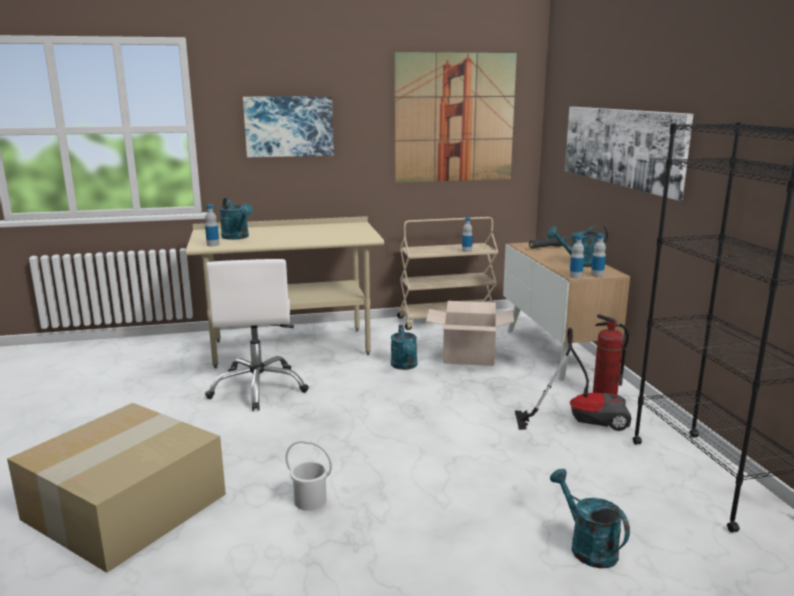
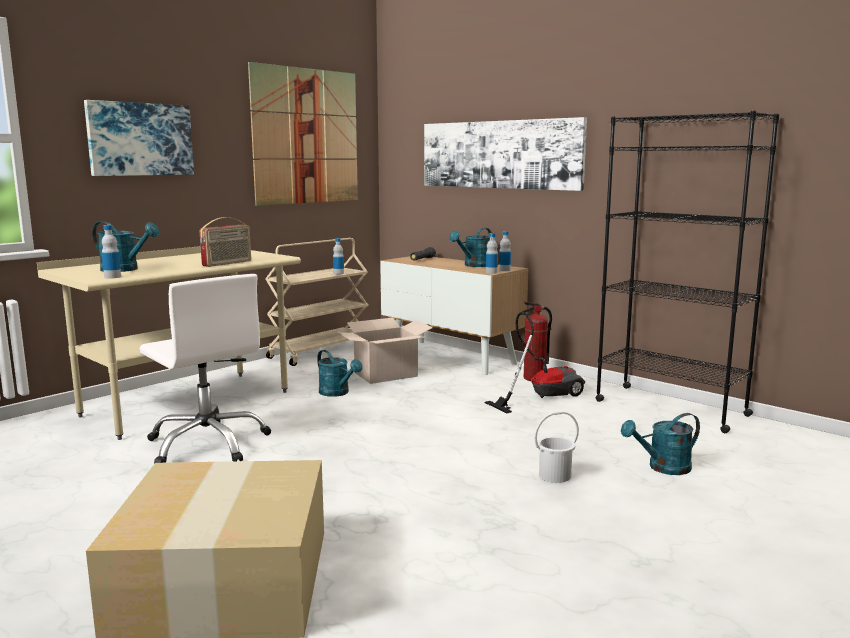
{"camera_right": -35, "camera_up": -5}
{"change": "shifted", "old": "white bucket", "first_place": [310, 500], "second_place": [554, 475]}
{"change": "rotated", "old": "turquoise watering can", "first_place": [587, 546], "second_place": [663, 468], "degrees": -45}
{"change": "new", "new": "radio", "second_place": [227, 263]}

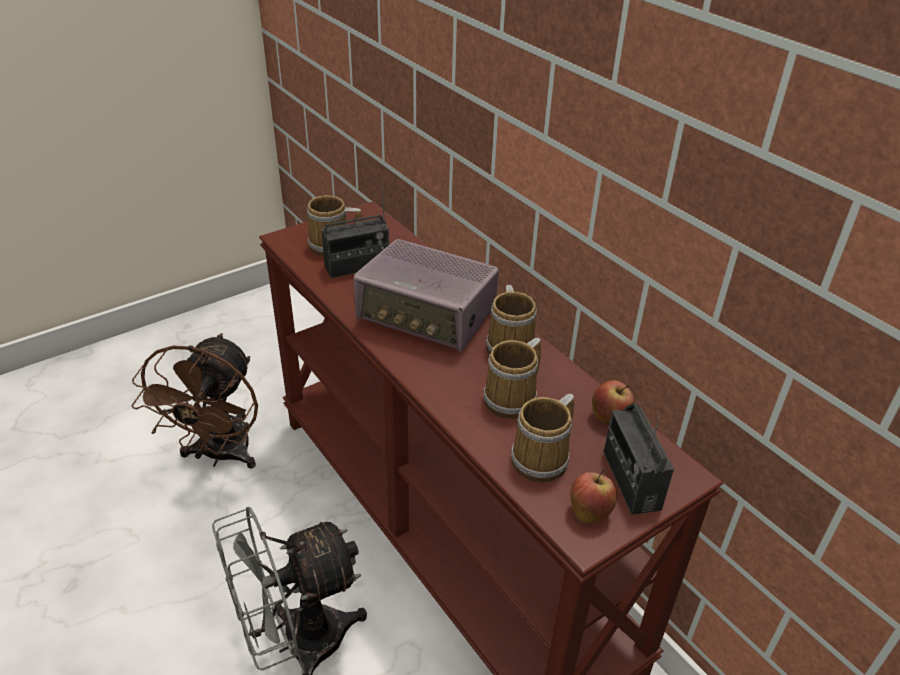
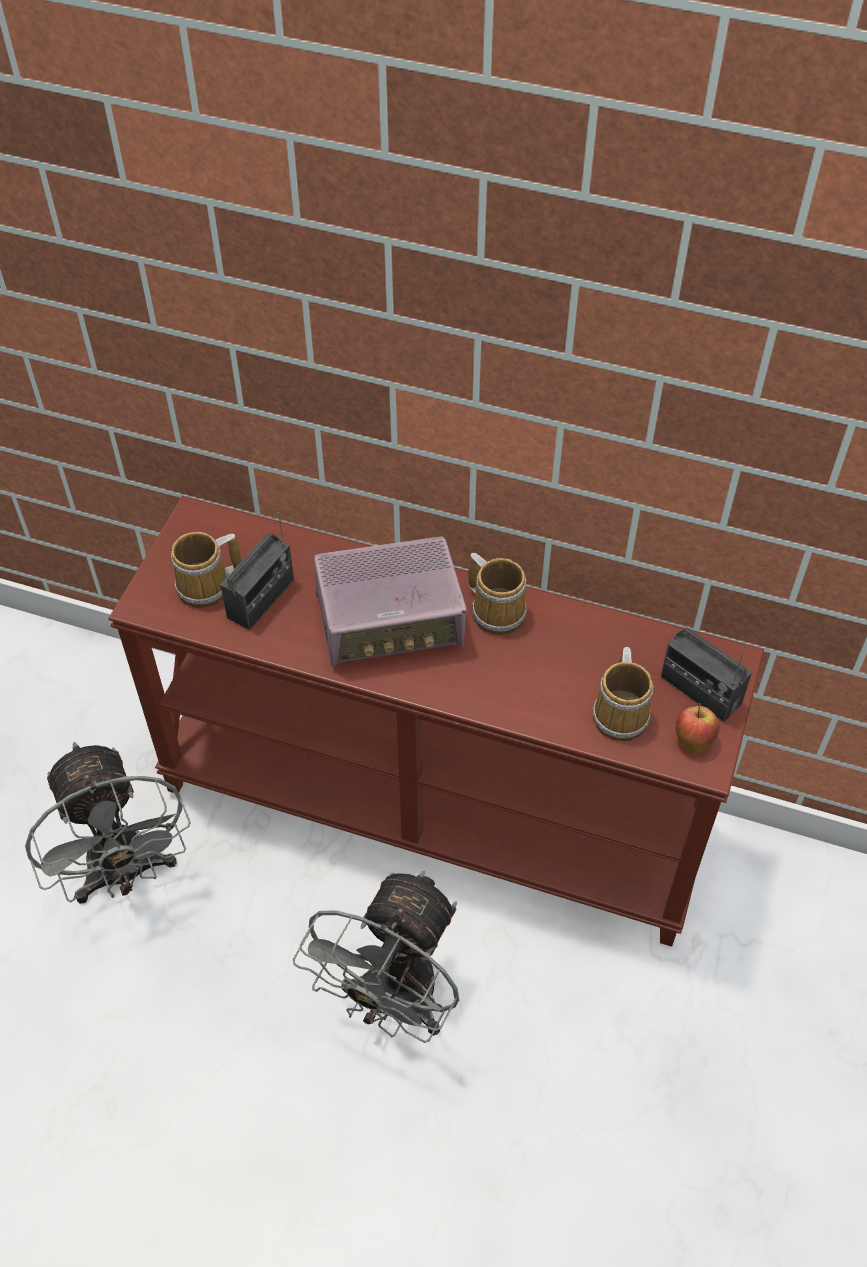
{"camera_right": -35, "camera_up": 15}
{"change": "repainted", "old": "brown fan", "new": "grey fan", "first_place": [220, 456], "second_place": [125, 875]}
{"change": "gone", "old": "mug", "first_place": [513, 399]}
{"change": "gone", "old": "apple", "first_place": [609, 417]}

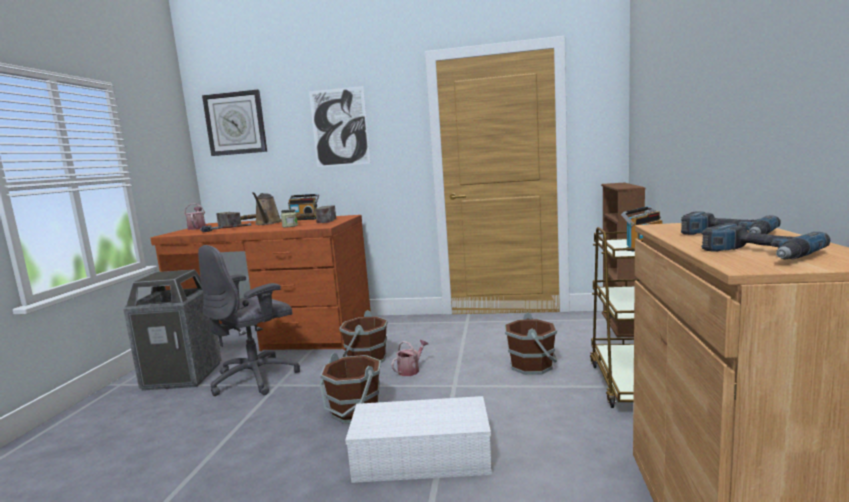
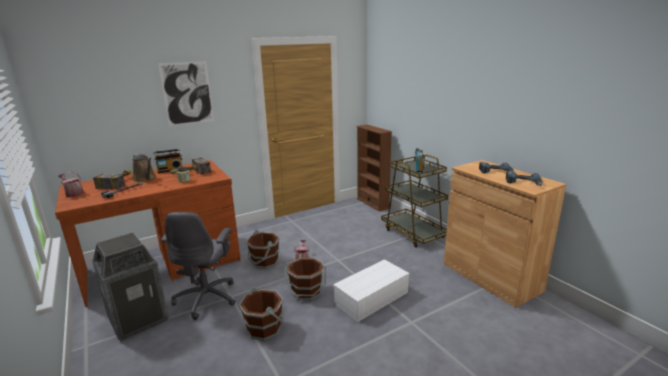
{"camera_right": -40, "camera_up": 10}
{"change": "gone", "old": "wall clock", "first_place": [235, 123]}
{"change": "shifted", "old": "brown bucket", "first_place": [532, 365], "second_place": [264, 328]}

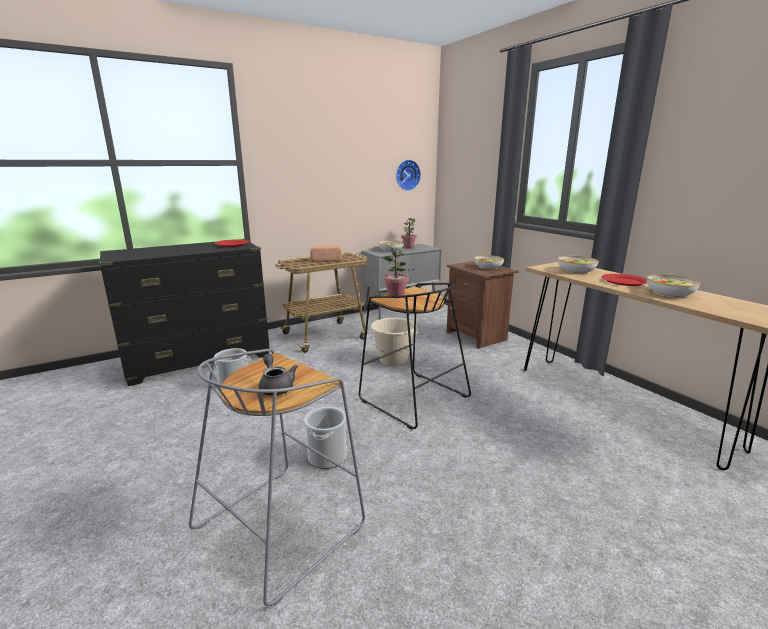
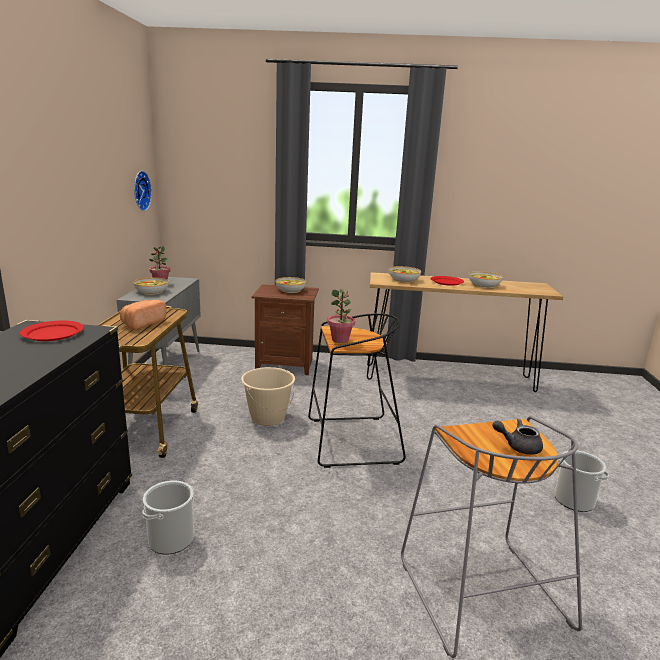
{"camera_right": -55, "camera_up": 0}
{"change": "shifted", "old": "bucket", "first_place": [327, 457], "second_place": [574, 500]}

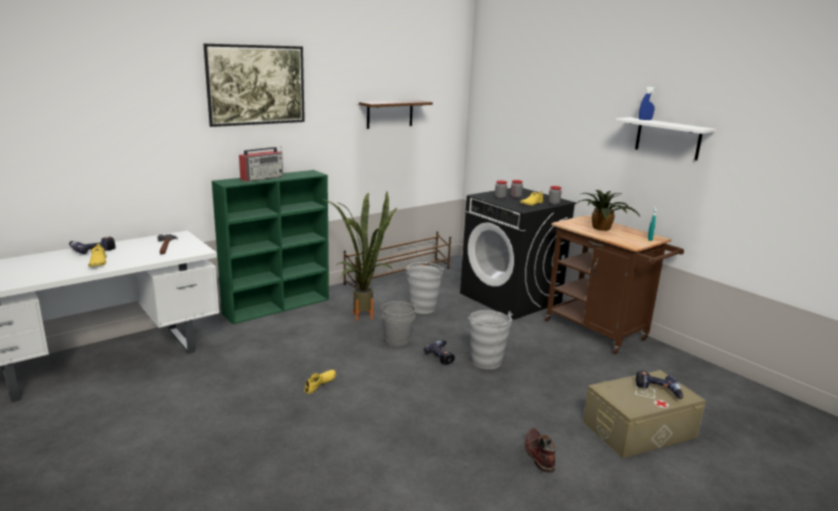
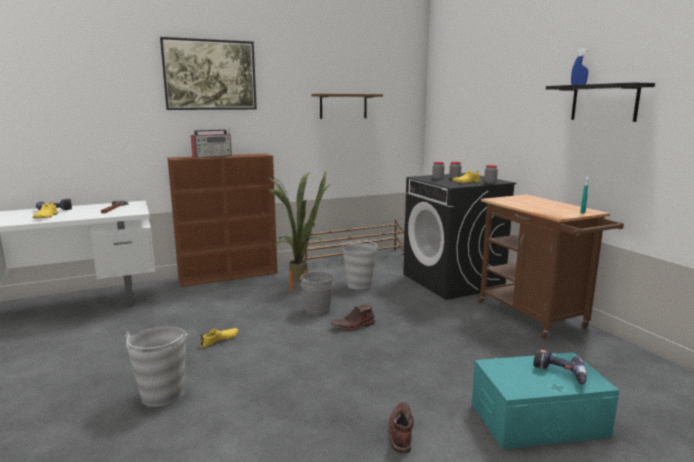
{"camera_right": 15, "camera_up": -5}
{"change": "repainted", "old": "green bookcase", "new": "brown bookcase", "first_place": [278, 306], "second_place": [229, 275]}
{"change": "swapped", "old": "power drill", "new": "brown boot", "first_place": [442, 356], "second_place": [353, 326]}
{"change": "shifted", "old": "grey bucket", "first_place": [486, 361], "second_place": [162, 395]}
{"change": "gone", "old": "potted plant", "first_place": [603, 228]}
{"change": "repainted", "old": "beige storage box", "new": "turquoise storage box", "first_place": [639, 429], "second_place": [537, 419]}
{"change": "repainted", "old": "white shelf", "new": "black shelf", "first_place": [668, 138], "second_place": [604, 102]}

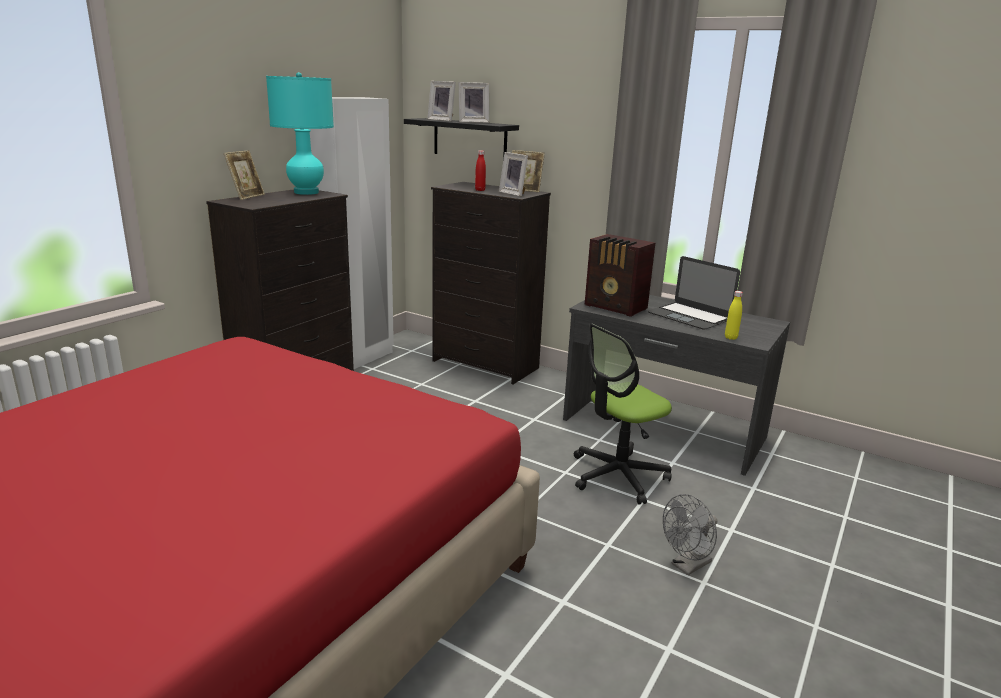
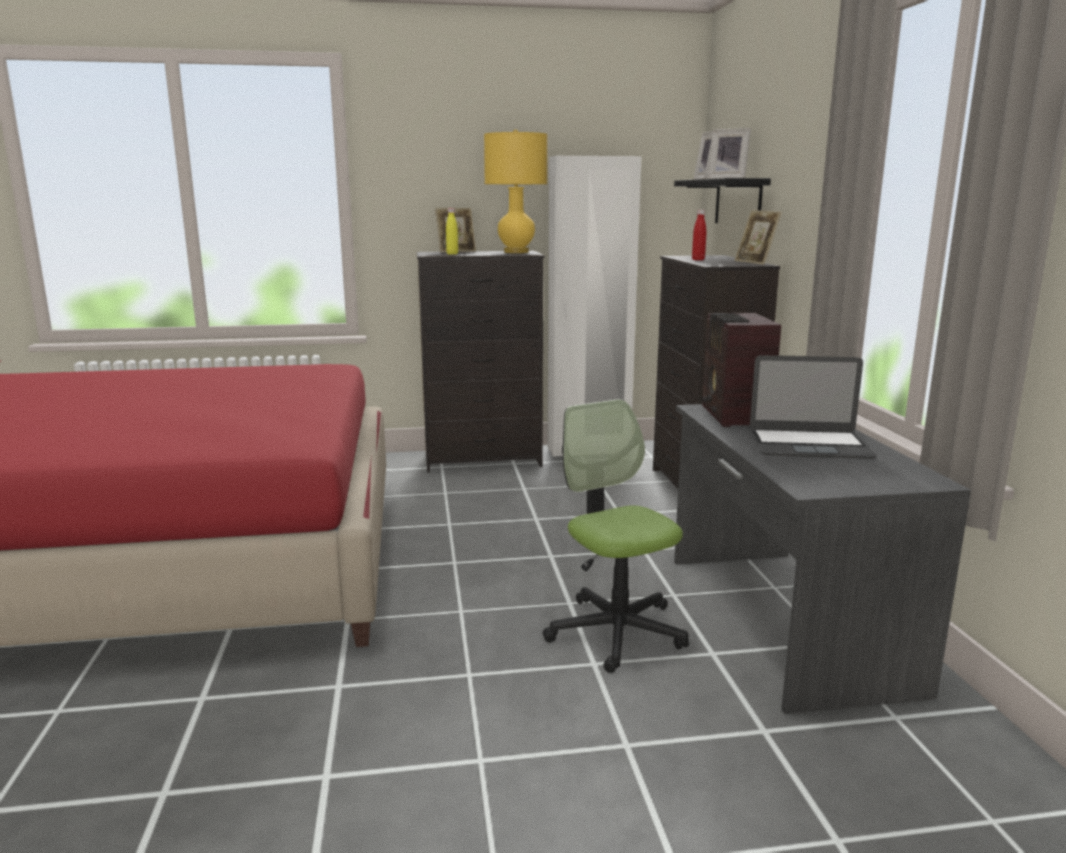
{"camera_right": 50, "camera_up": -5}
{"change": "repainted", "old": "turquoise table lamp", "new": "yellow table lamp", "first_place": [306, 192], "second_place": [516, 252]}
{"change": "gone", "old": "picture frame", "first_place": [514, 193]}
{"change": "rotated", "old": "office chair", "first_place": [617, 475], "second_place": [616, 631], "degrees": 45}
{"change": "rotated", "old": "laptop", "first_place": [689, 316], "second_place": [809, 444], "degrees": -90}
{"change": "gone", "old": "grey fan", "first_place": [687, 566]}
{"change": "shifted", "old": "yellow bottle", "first_place": [730, 338], "second_place": [452, 254]}

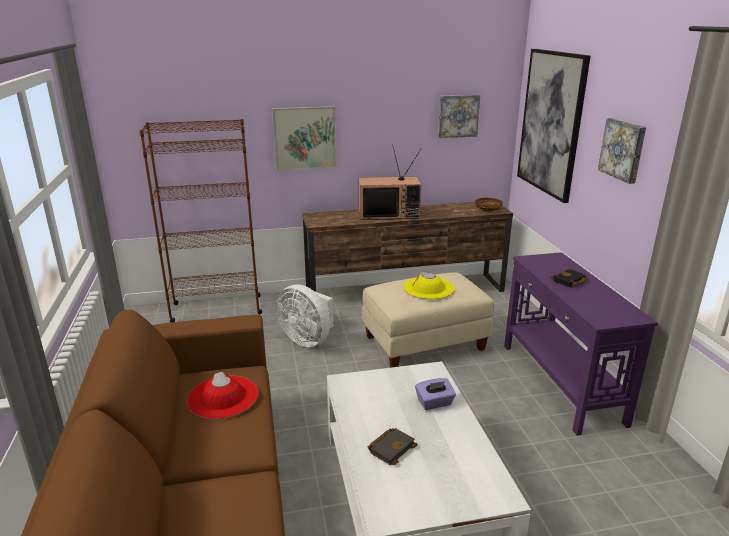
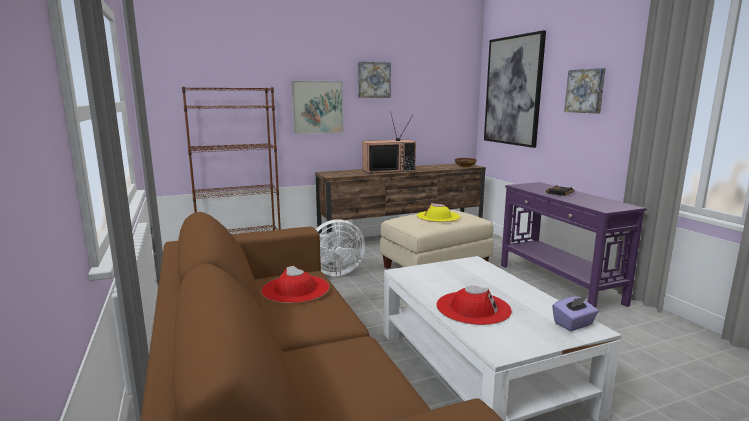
{"camera_right": -10, "camera_up": -10}
{"change": "rotated", "old": "white fan", "first_place": [308, 339], "second_place": [333, 272], "degrees": -45}
{"change": "swapped", "old": "black book", "new": "red hat", "first_place": [391, 448], "second_place": [473, 308]}
{"change": "shifted", "old": "purple tissue box", "first_place": [434, 403], "second_place": [573, 324]}
{"change": "shifted", "old": "picture", "first_place": [458, 116], "second_place": [373, 80]}

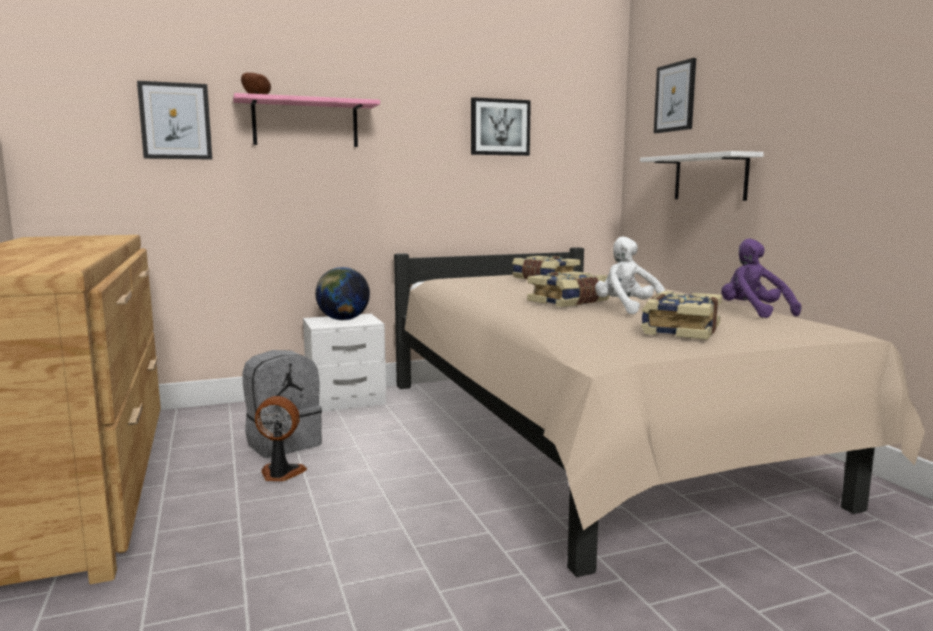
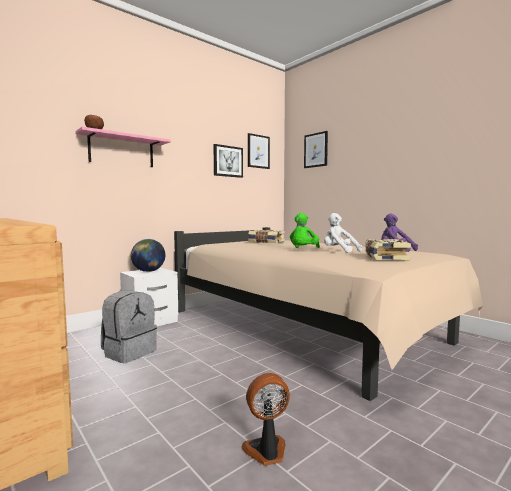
{"camera_right": -20, "camera_up": -5}
{"change": "shifted", "old": "picture", "first_place": [175, 121], "second_place": [258, 151]}
{"change": "shifted", "old": "fan", "first_place": [280, 474], "second_place": [266, 452]}
{"change": "swapped", "old": "book", "new": "green plush toy", "first_place": [570, 302], "second_place": [303, 250]}
{"change": "gone", "old": "white shelf", "first_place": [710, 177]}

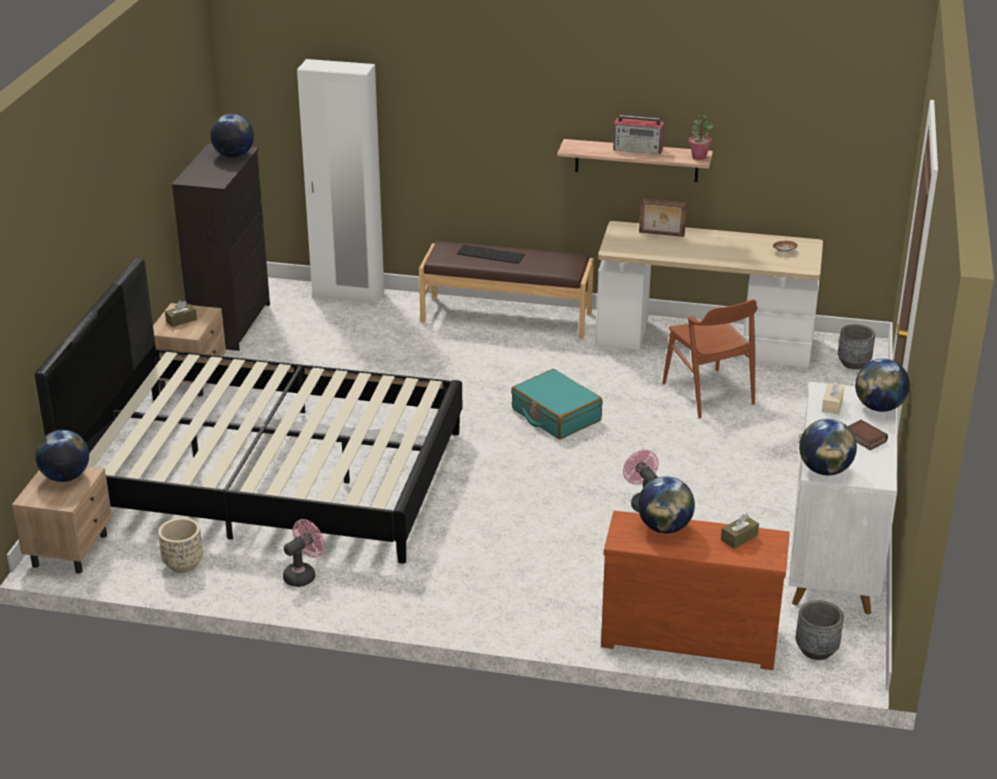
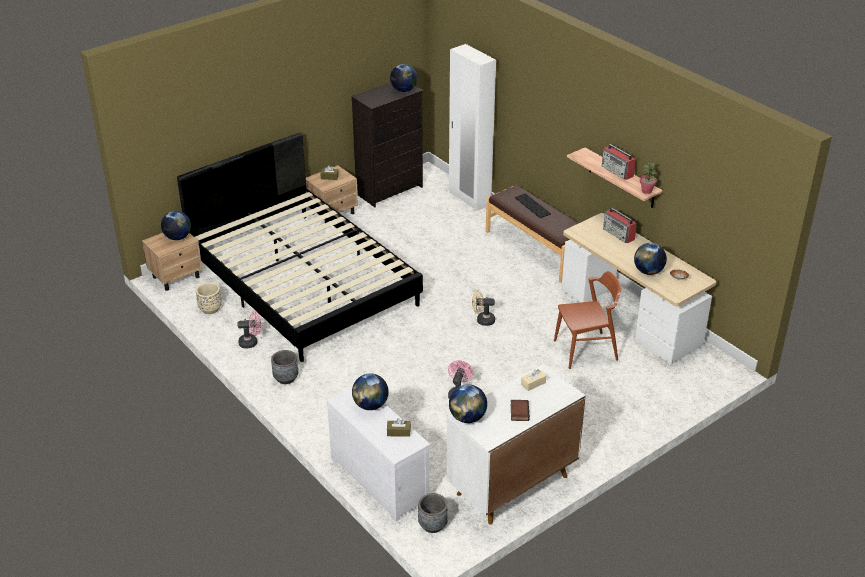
{"camera_right": 40, "camera_up": 5}
{"change": "swapped", "old": "turquoise suitcase", "new": "beige fan", "first_place": [555, 415], "second_place": [482, 320]}
{"change": "repainted", "old": "brown dresser", "new": "white dresser", "first_place": [690, 634], "second_place": [381, 477]}
{"change": "swapped", "old": "picture frame", "new": "radio", "first_place": [661, 234], "second_place": [619, 234]}
{"change": "rotated", "old": "brown chair", "first_place": [708, 393], "second_place": [586, 350], "degrees": -120}
{"change": "shifted", "old": "grey planter", "first_place": [853, 363], "second_place": [285, 378]}
{"change": "shifted", "old": "globe", "first_place": [879, 407], "second_place": [648, 272]}

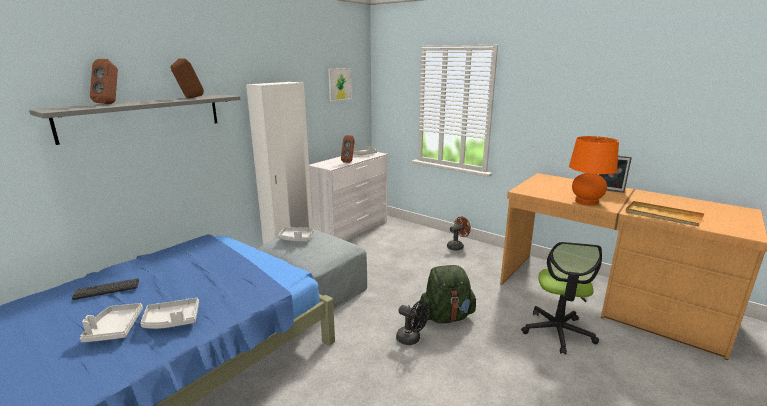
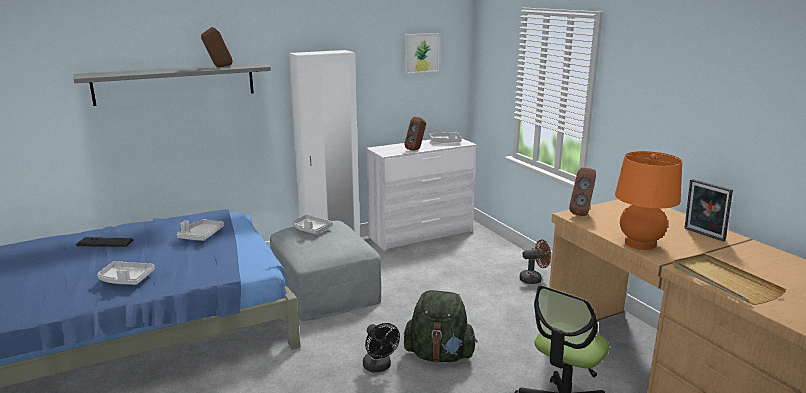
{"camera_right": 25, "camera_up": 0}
{"change": "shifted", "old": "grey tray", "first_place": [114, 329], "second_place": [201, 235]}
{"change": "shifted", "old": "brown speaker", "first_place": [110, 103], "second_place": [582, 213]}

